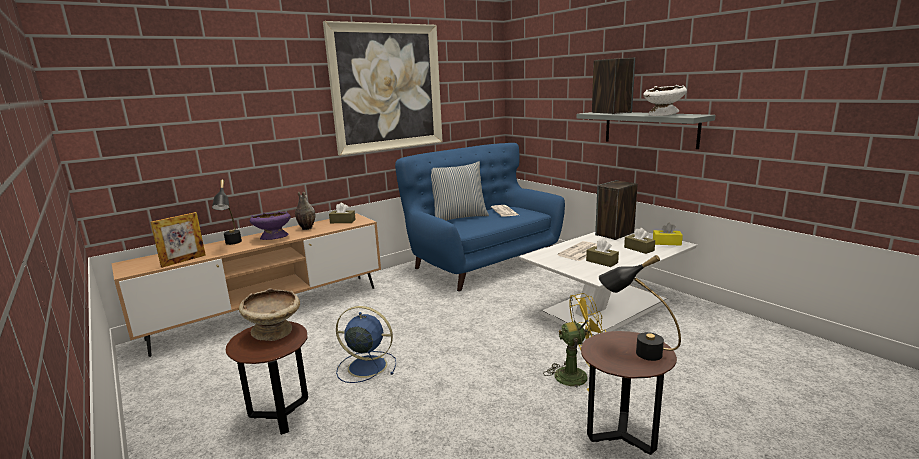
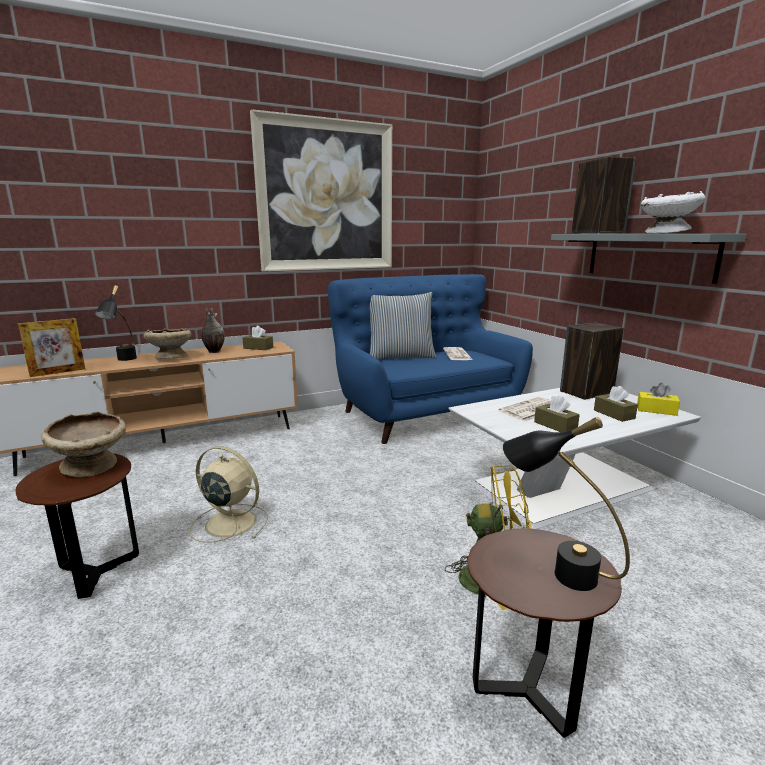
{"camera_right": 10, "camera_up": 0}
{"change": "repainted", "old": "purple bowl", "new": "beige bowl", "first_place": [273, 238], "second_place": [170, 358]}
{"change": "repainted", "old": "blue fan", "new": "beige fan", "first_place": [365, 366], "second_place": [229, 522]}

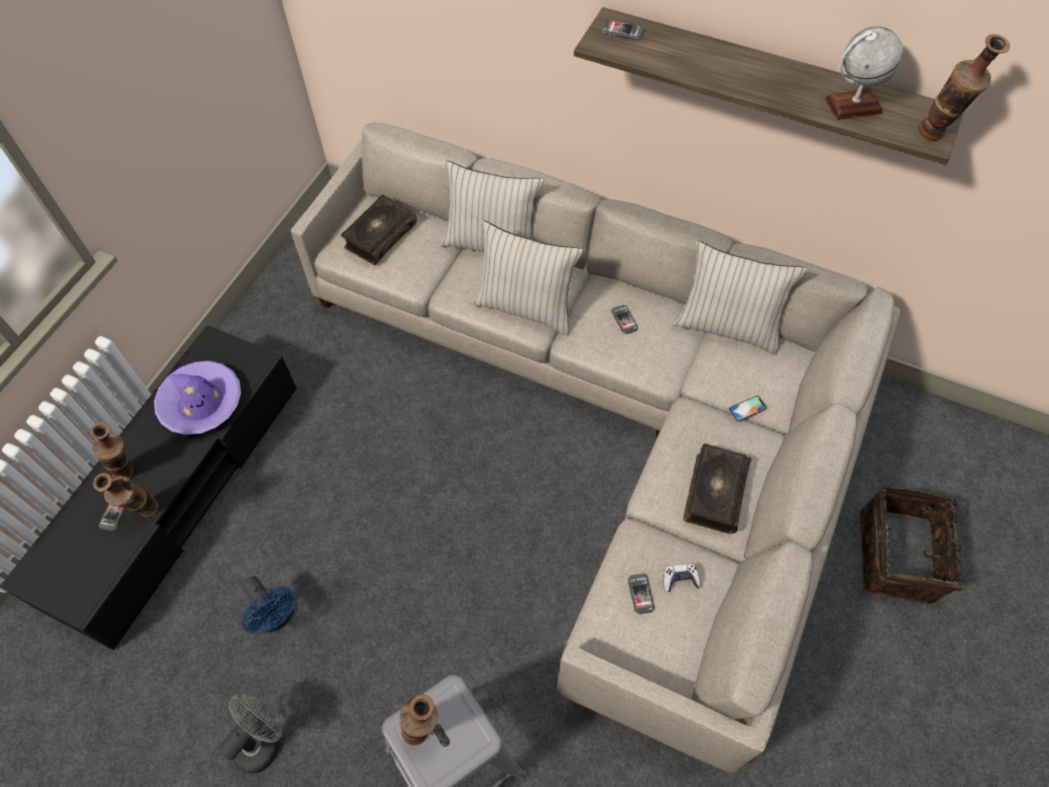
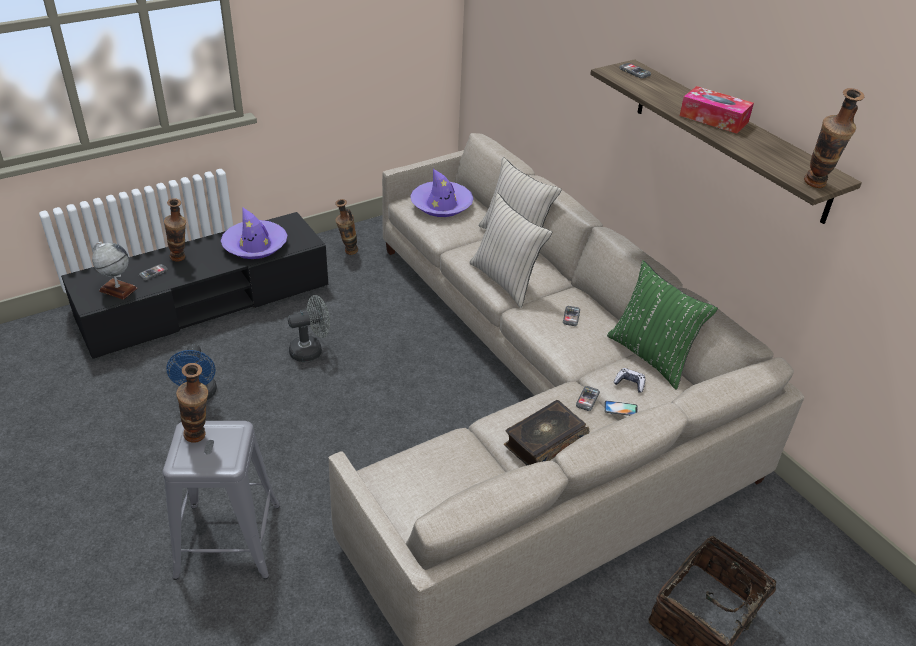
{"camera_right": 30, "camera_up": -20}
{"change": "shifted", "old": "vase", "first_place": [146, 514], "second_place": [348, 253]}
{"change": "shifted", "old": "grey fan", "first_place": [261, 741], "second_place": [311, 350]}
{"change": "swapped", "old": "book", "new": "purple hat", "first_place": [379, 236], "second_place": [441, 205]}
{"change": "shifted", "old": "phone", "first_place": [640, 594], "second_place": [587, 399]}
{"change": "shifted", "old": "game controller", "first_place": [680, 579], "second_place": [629, 383]}
{"change": "repainted", "old": "beige pillow", "new": "green pillow", "first_place": [728, 327], "second_place": [651, 356]}
{"change": "shifted", "old": "globe", "first_place": [853, 105], "second_place": [118, 289]}
{"change": "new", "new": "tissue box", "second_place": [713, 119]}

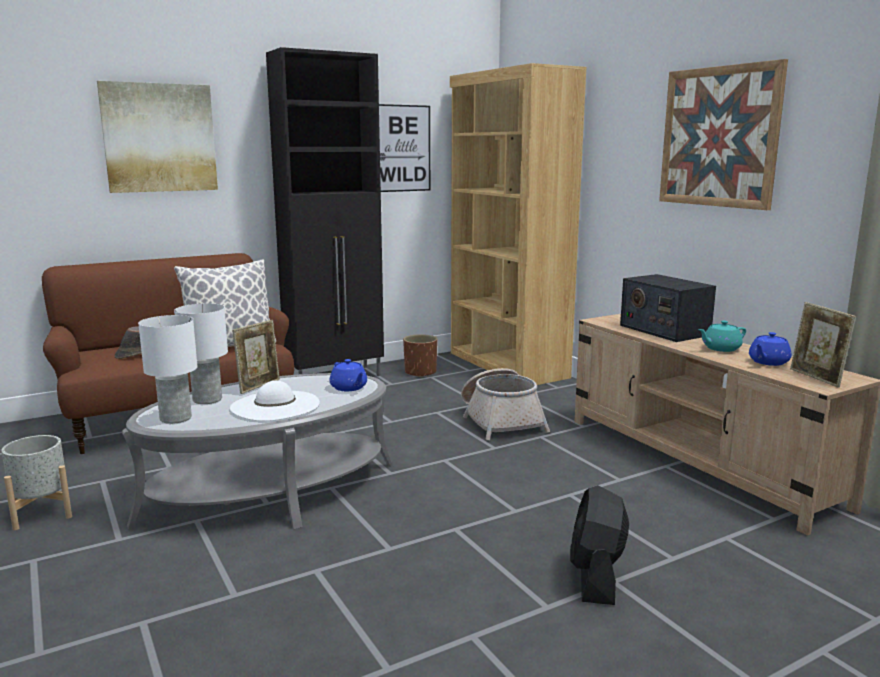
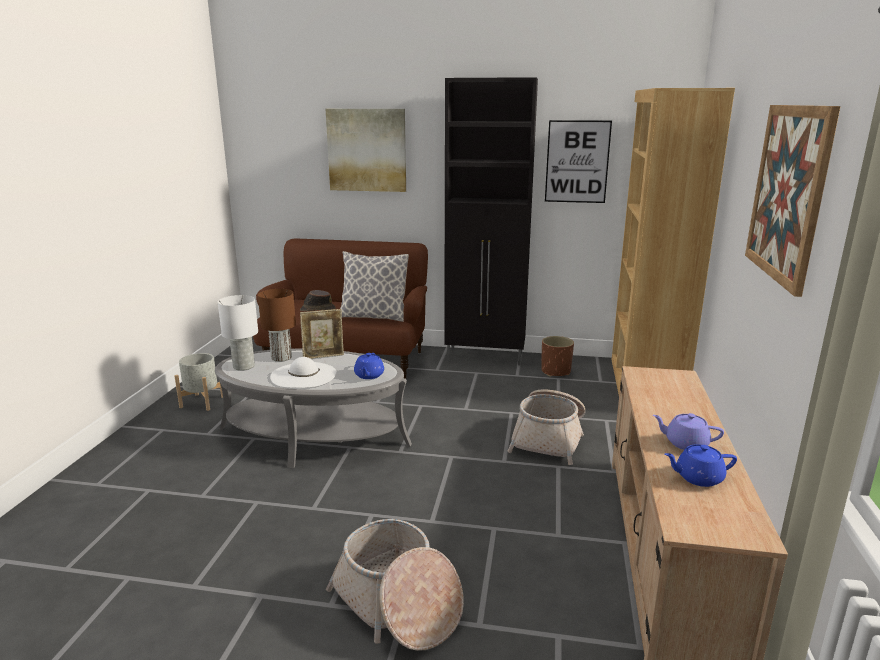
{"camera_right": 40, "camera_up": 5}
{"change": "repainted", "old": "white table lamp", "new": "brown table lamp", "first_place": [208, 399], "second_place": [281, 358]}
{"change": "swapped", "old": "black fan", "new": "basket", "first_place": [596, 577], "second_place": [397, 604]}
{"change": "gone", "old": "radio", "first_place": [663, 330]}
{"change": "repainted", "old": "turquoise teapot", "new": "purple teapot", "first_place": [720, 348], "second_place": [685, 443]}
{"change": "gone", "old": "picture frame", "first_place": [816, 378]}

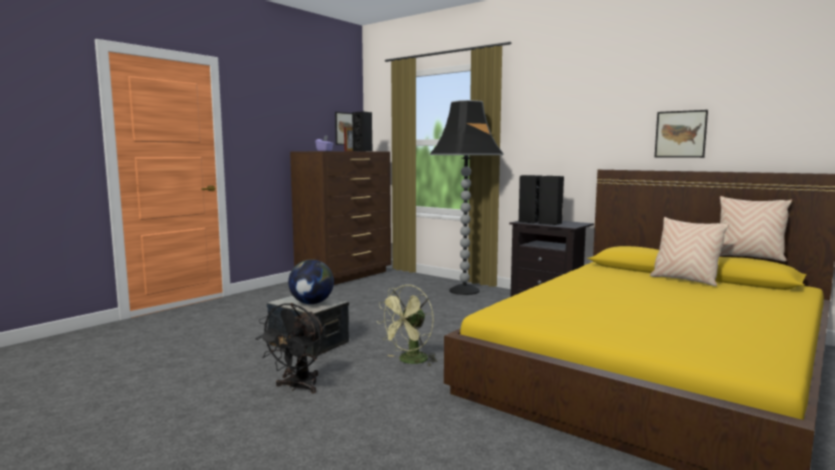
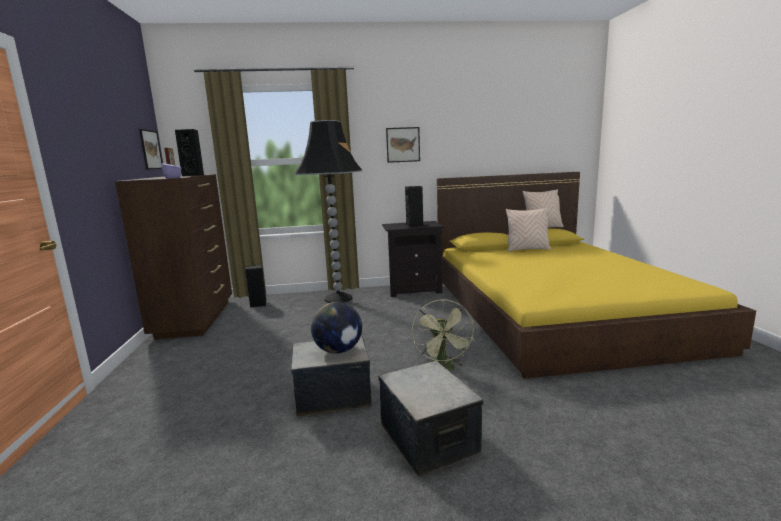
{"camera_right": -45, "camera_up": 5}
{"change": "swapped", "old": "black fan", "new": "storage box", "first_place": [297, 387], "second_place": [429, 438]}
{"change": "shifted", "old": "black speaker", "first_place": [529, 221], "second_place": [258, 304]}
{"change": "shifted", "old": "picture", "first_place": [680, 134], "second_place": [403, 144]}

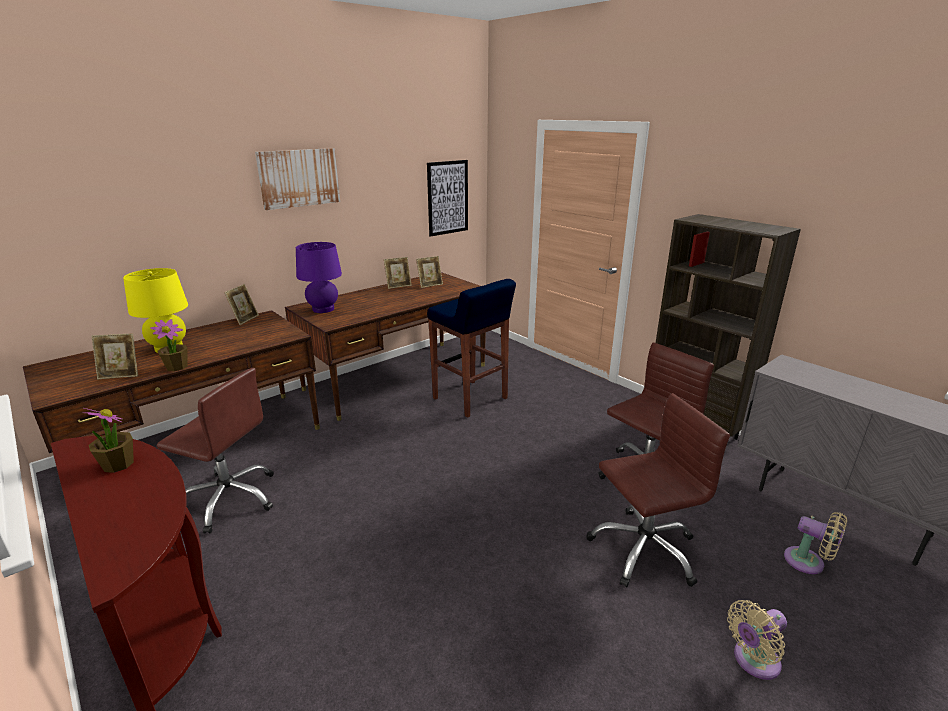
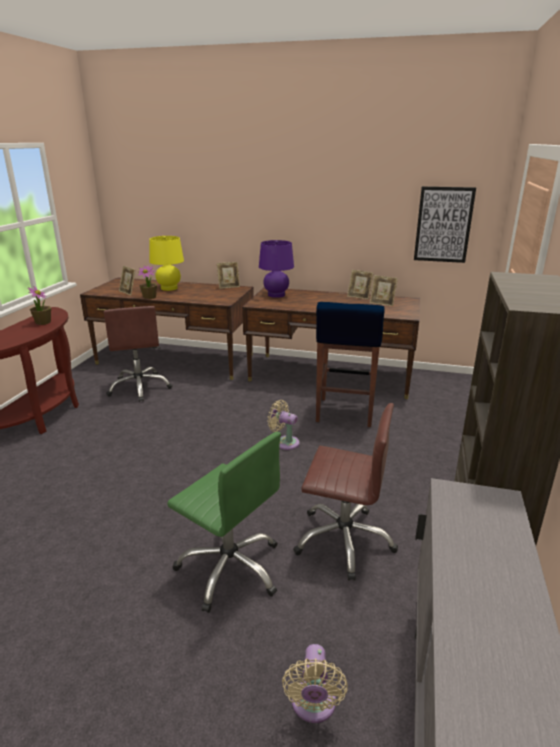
{"camera_right": 55, "camera_up": 0}
{"change": "gone", "old": "picture", "first_place": [299, 178]}
{"change": "repainted", "old": "brown office chair", "new": "green office chair", "first_place": [643, 549], "second_place": [230, 568]}
{"change": "shifted", "old": "beige fan", "first_place": [753, 661], "second_place": [284, 442]}

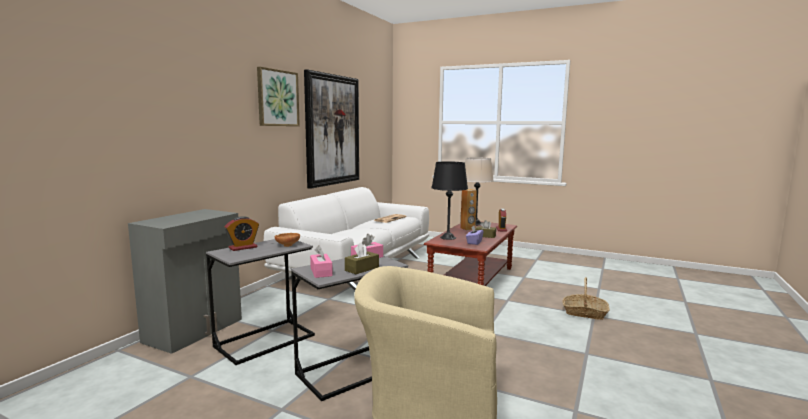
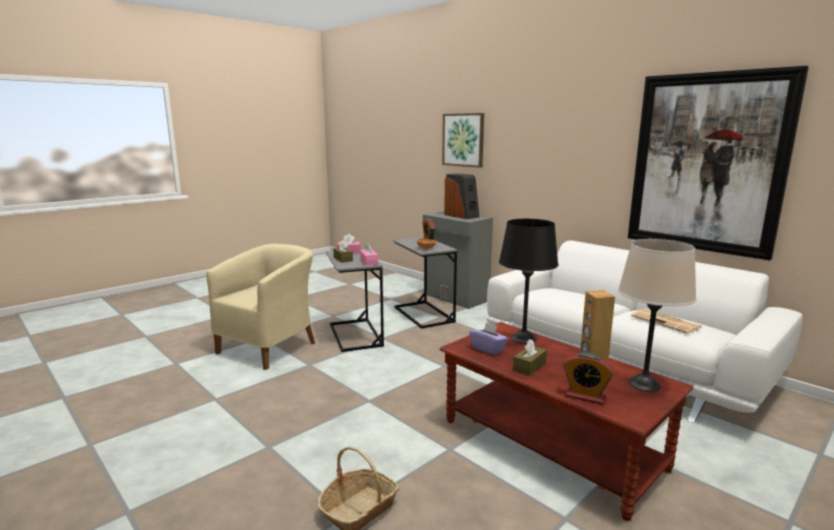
{"camera_right": 110, "camera_up": 5}
{"change": "shifted", "old": "picture", "first_place": [277, 98], "second_place": [463, 140]}
{"change": "new", "new": "speaker", "second_place": [462, 216]}

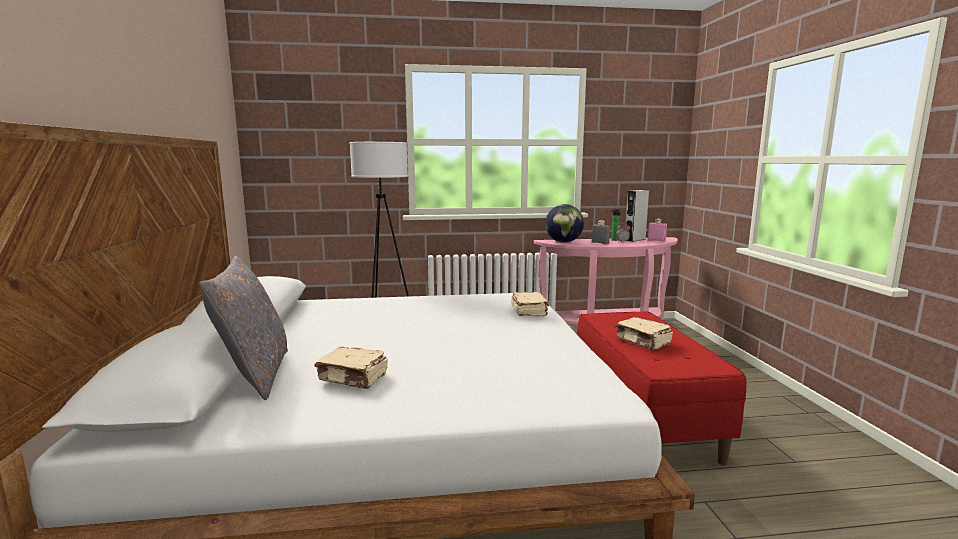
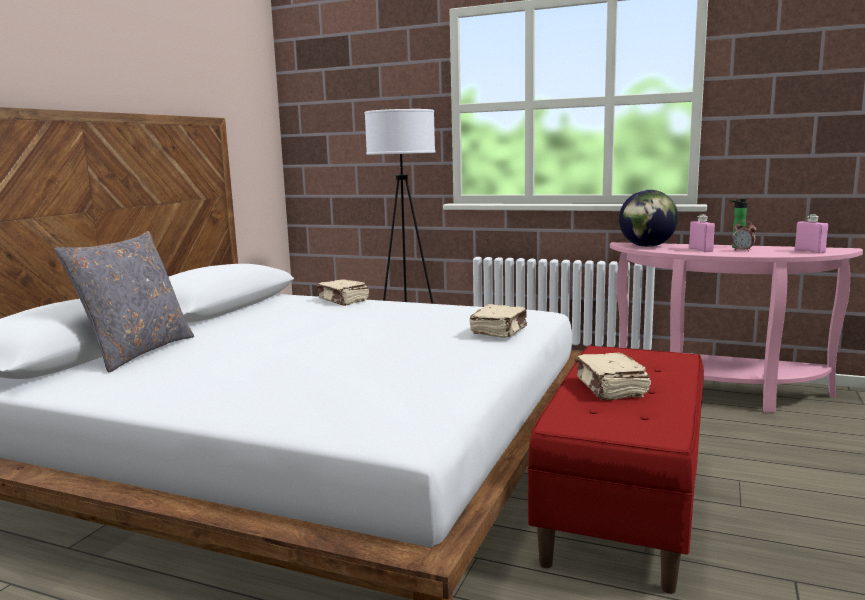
{"camera_right": 30, "camera_up": 0}
{"change": "shifted", "old": "beige book", "first_place": [353, 378], "second_place": [343, 300]}
{"change": "repainted", "old": "grey bottle", "new": "pink bottle", "first_place": [600, 243], "second_place": [700, 250]}
{"change": "gone", "old": "grey speaker", "first_place": [635, 239]}

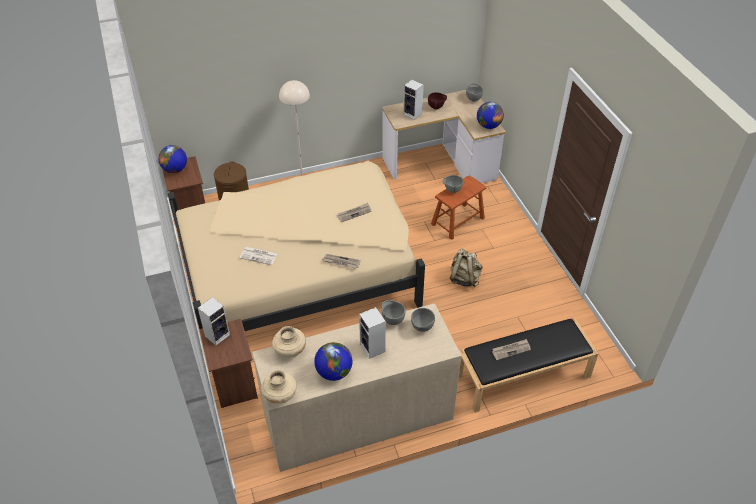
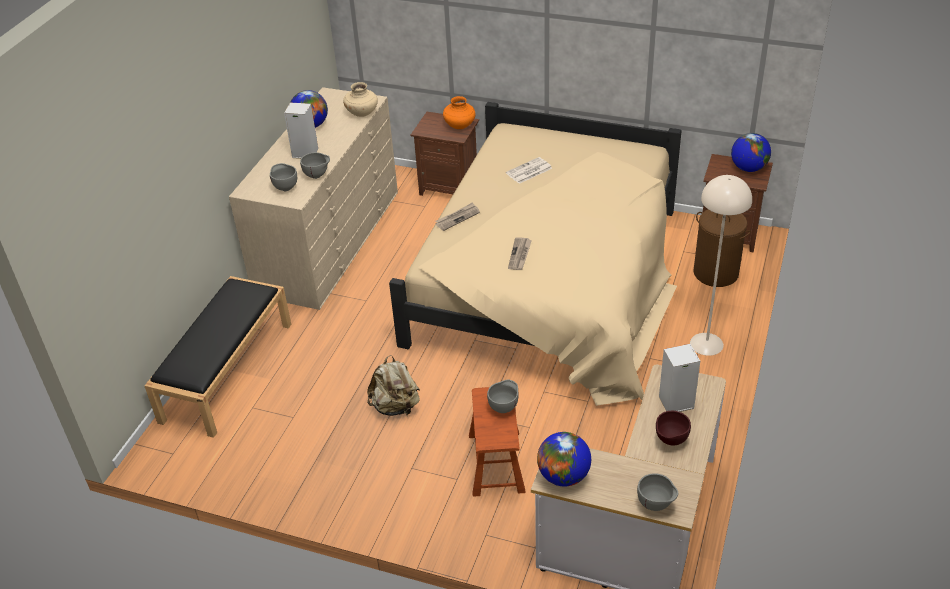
{"camera_right": 130, "camera_up": -5}
{"change": "swapped", "old": "speaker", "new": "orange vase", "first_place": [218, 334], "second_place": [460, 126]}
{"change": "gone", "old": "beige vase", "first_place": [280, 395]}
{"change": "gone", "old": "newspaper", "first_place": [511, 350]}

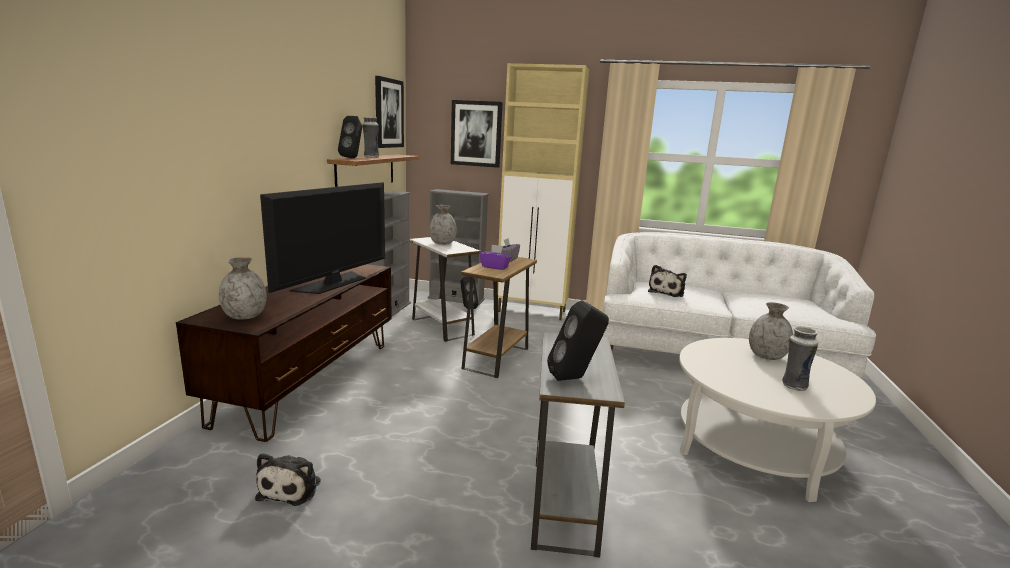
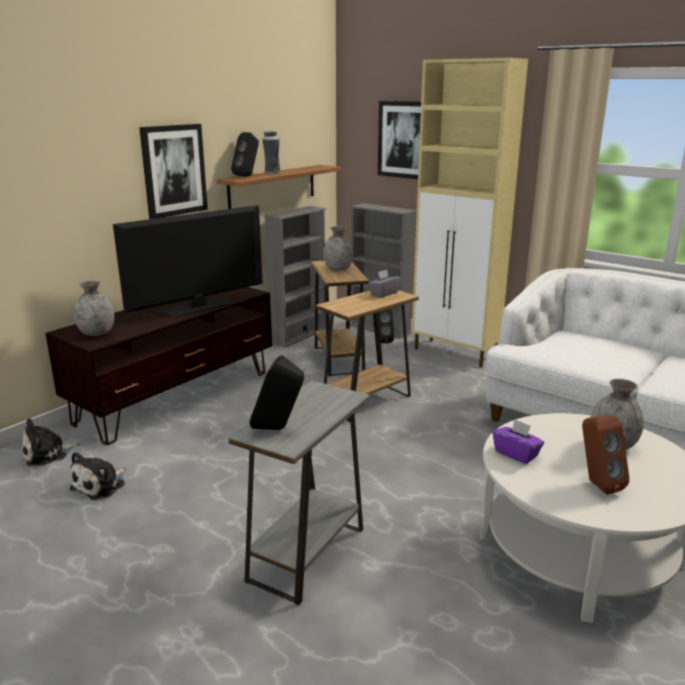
{"camera_right": 25, "camera_up": 5}
{"change": "shifted", "old": "picture", "first_place": [388, 113], "second_place": [173, 170]}
{"change": "repainted", "old": "white side table", "new": "brown side table", "first_place": [442, 327], "second_place": [338, 360]}
{"change": "shifted", "old": "purple tissue box", "first_place": [495, 267], "second_place": [516, 454]}
{"change": "shifted", "old": "plush toy", "first_place": [667, 292], "second_place": [47, 454]}
{"change": "swapped", "old": "vase", "new": "brown speaker", "first_place": [793, 386], "second_place": [596, 484]}

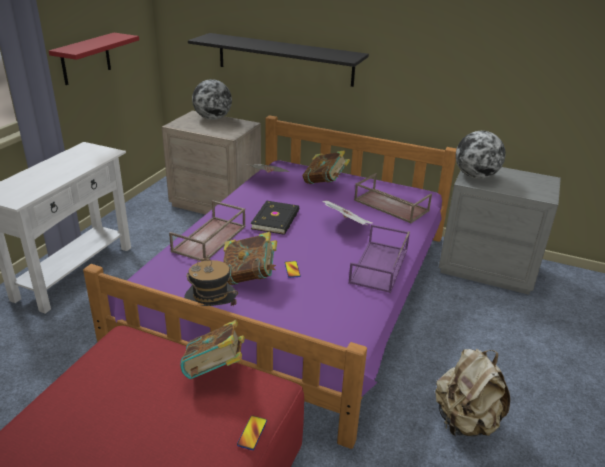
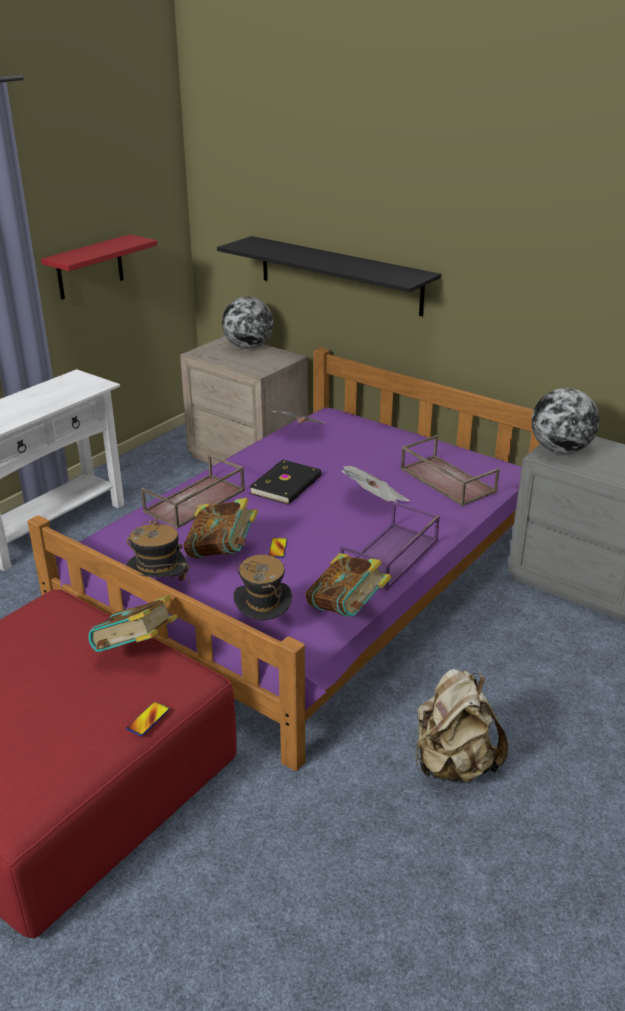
{"camera_right": 15, "camera_up": 0}
{"change": "shifted", "old": "book", "first_place": [325, 183], "second_place": [347, 610]}
{"change": "new", "new": "hat", "second_place": [263, 625]}

